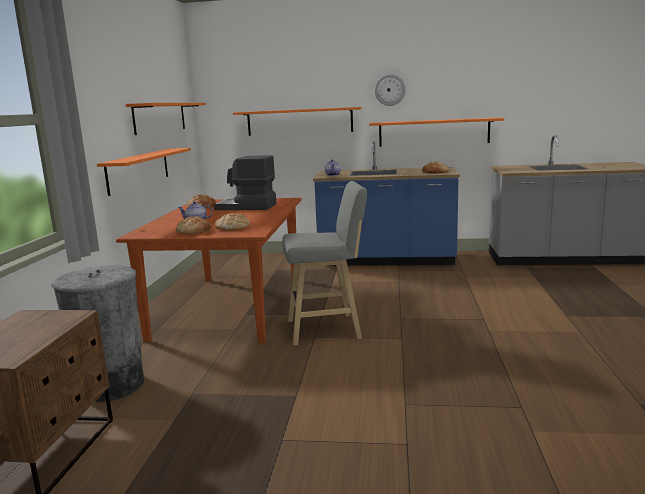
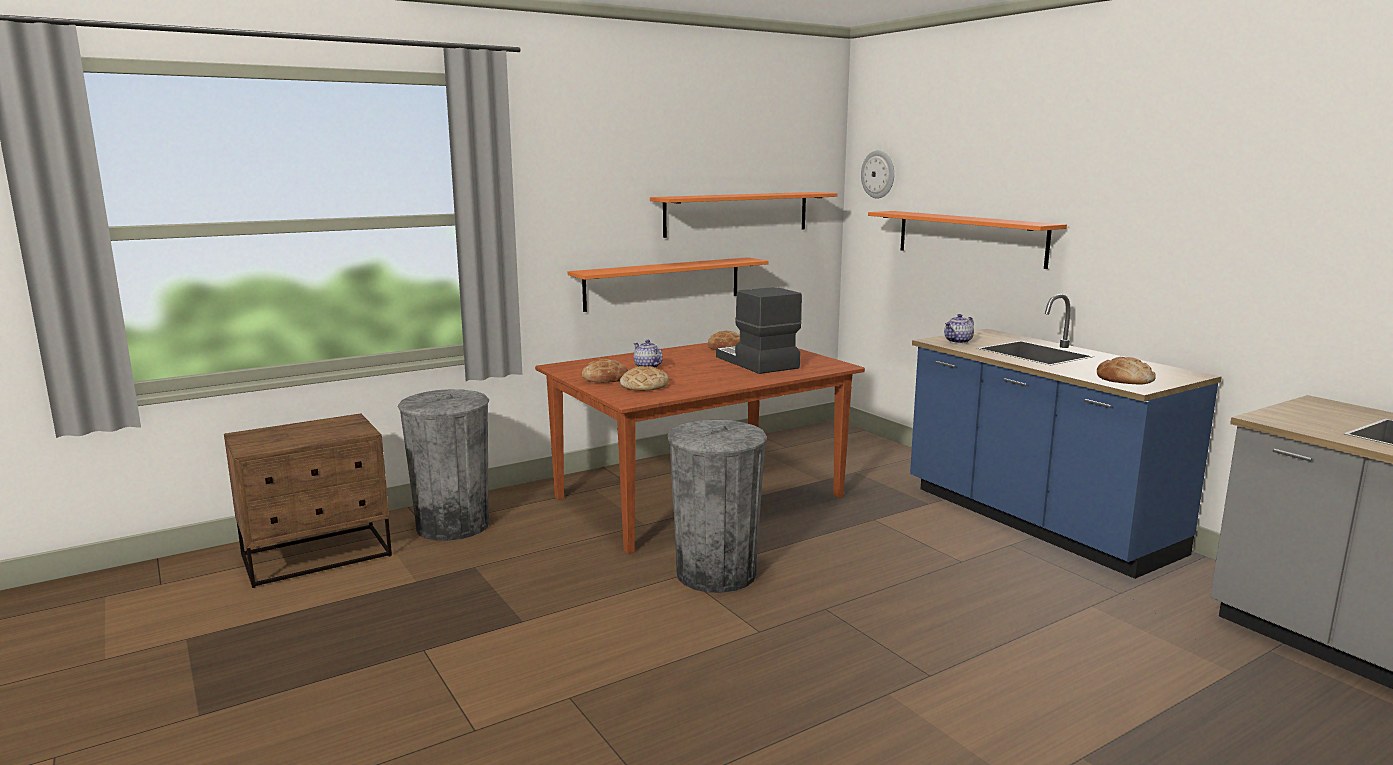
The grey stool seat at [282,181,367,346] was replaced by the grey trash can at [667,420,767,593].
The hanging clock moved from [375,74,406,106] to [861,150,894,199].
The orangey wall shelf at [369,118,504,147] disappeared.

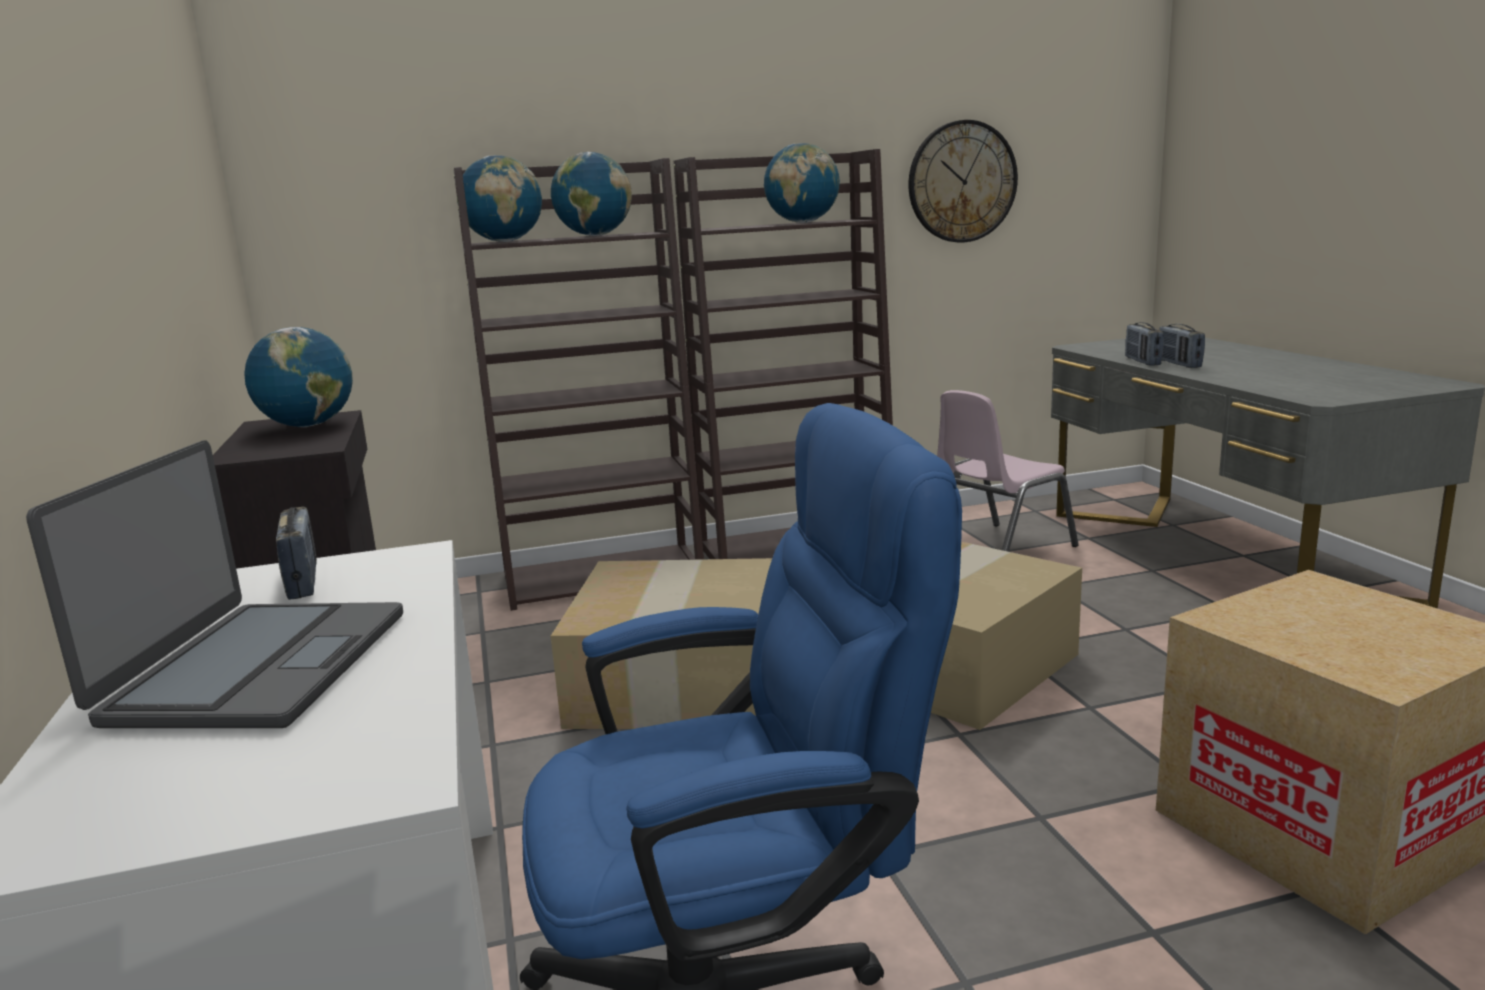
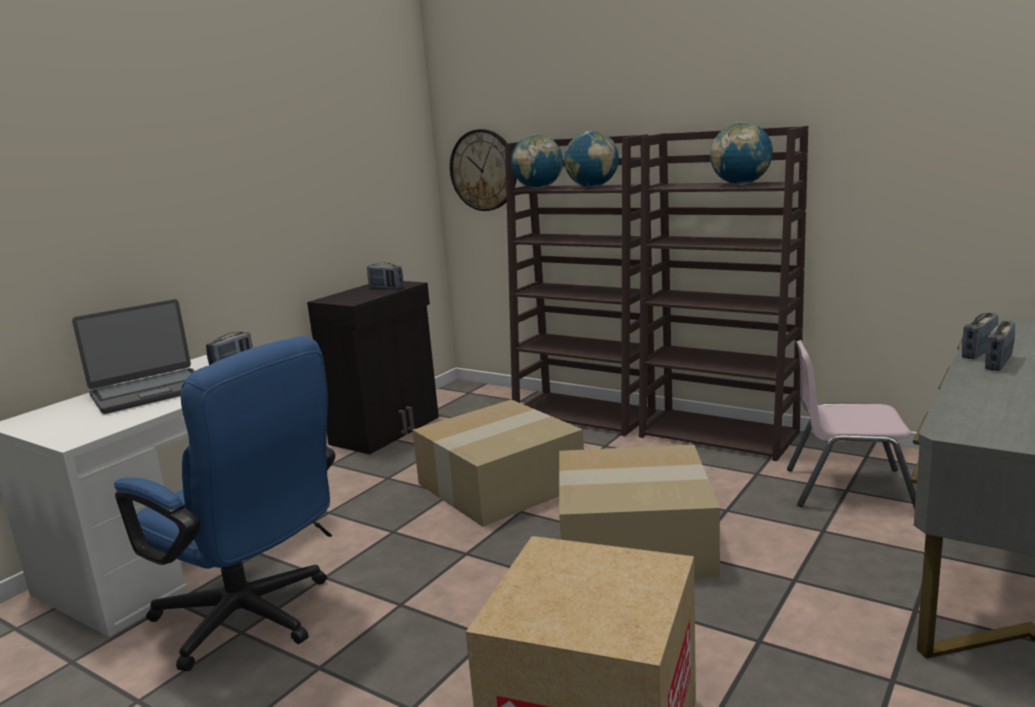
The globe at [244,327,353,427] was replaced by the radio at [367,262,403,289].
The hanging clock moved from [909,120,1018,242] to [450,129,517,211].

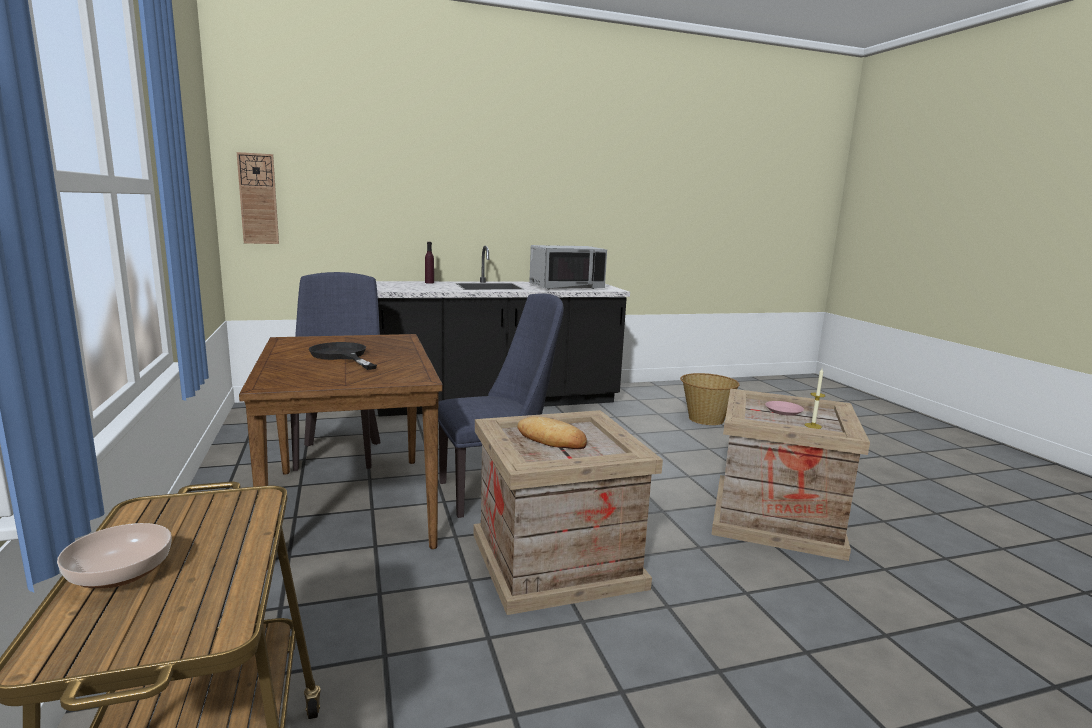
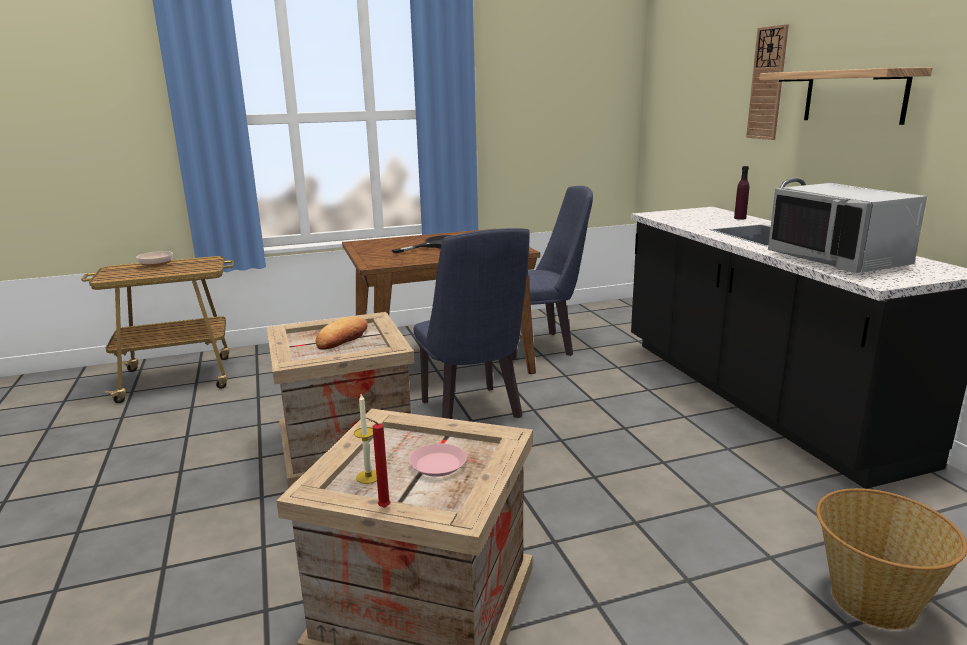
The red wax candle at [366,418,391,508] appeared.
The hanging clock moved from [237,152,279,244] to [746,24,789,140].
The wall shelf at [759,67,932,125] appeared.

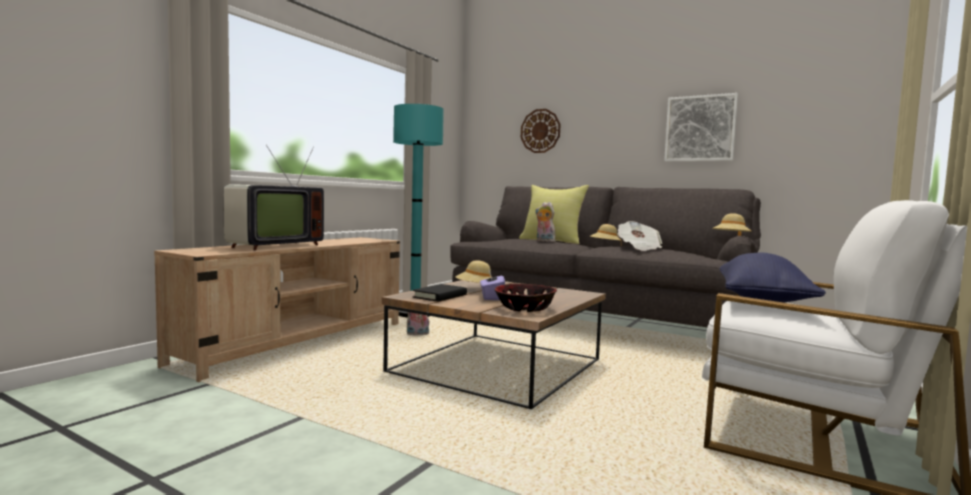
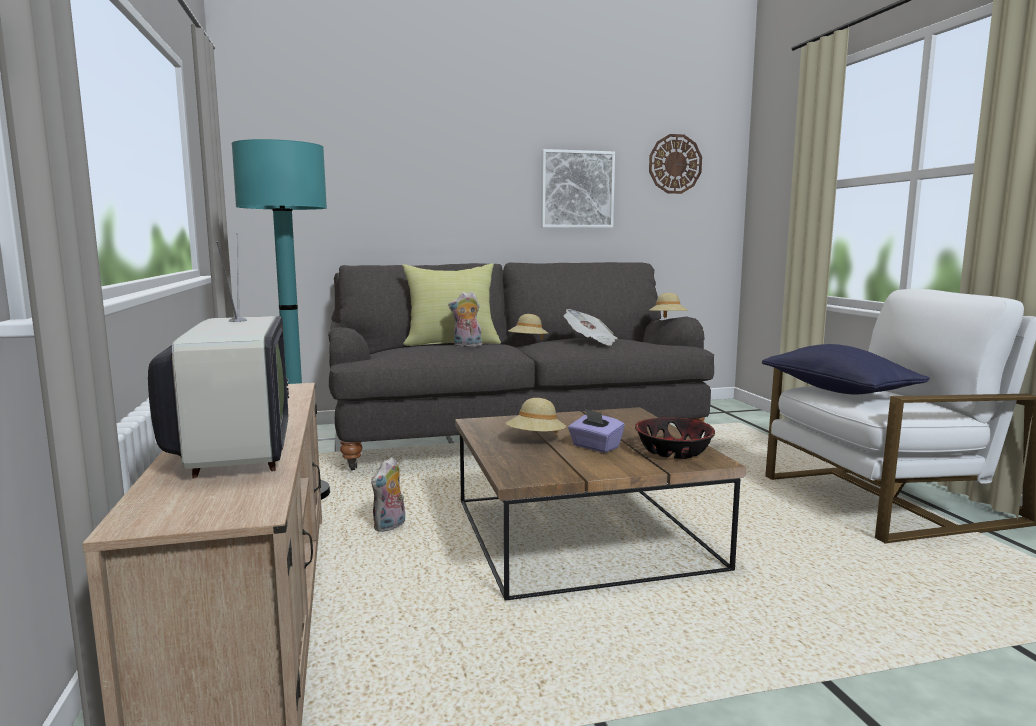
The hanging clock moved from [521,109,561,153] to [649,134,702,194].
The black bound book at [413,284,467,301] disappeared.

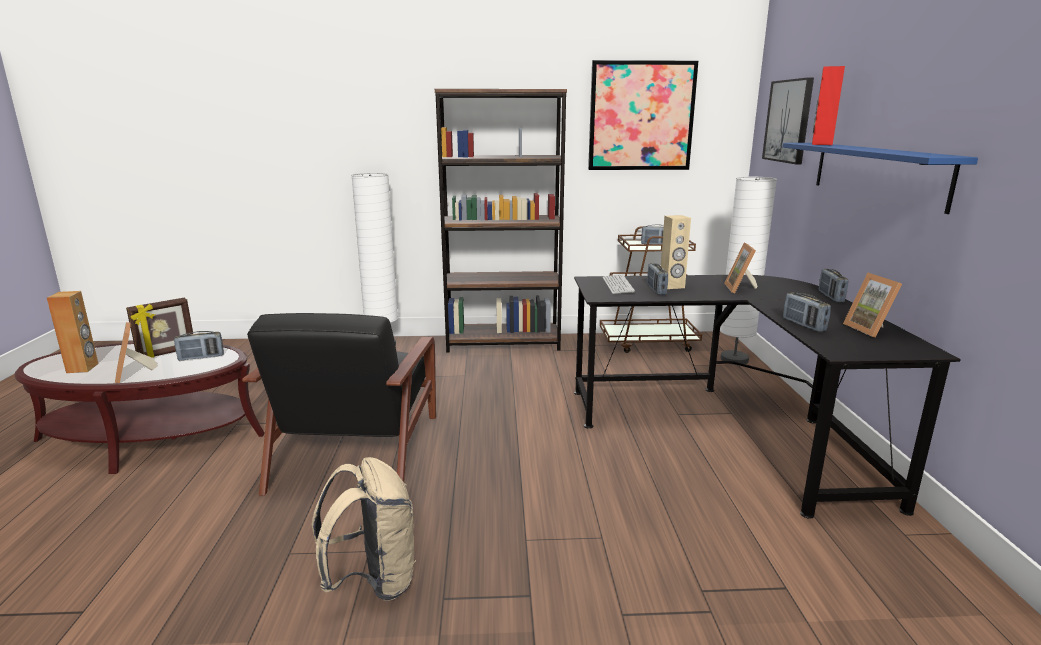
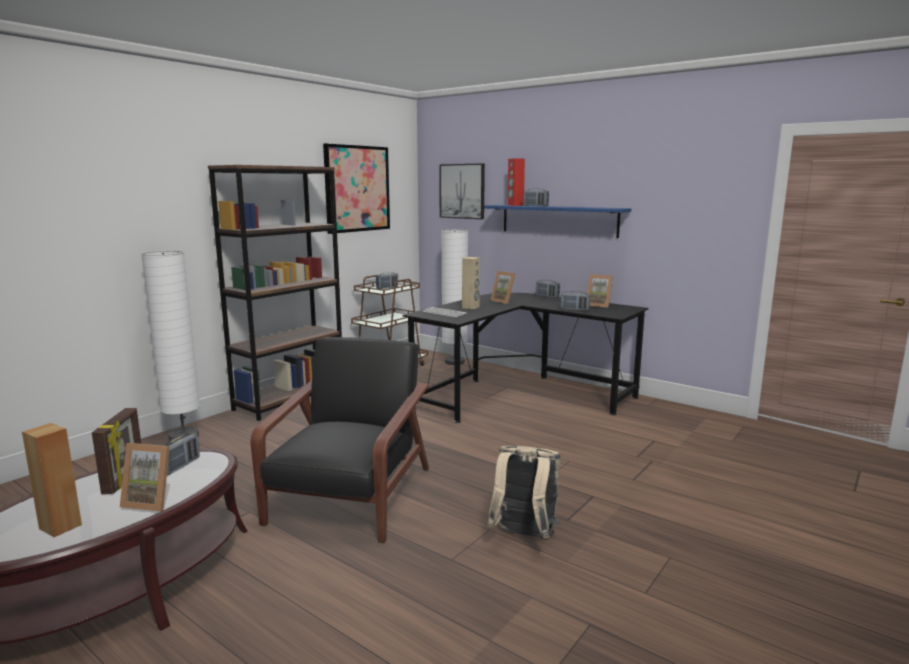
The black lounge chair at [242,313,436,496] turned 120 degrees counterclockwise.
The radio moved from [647,263,668,295] to [523,188,549,206].

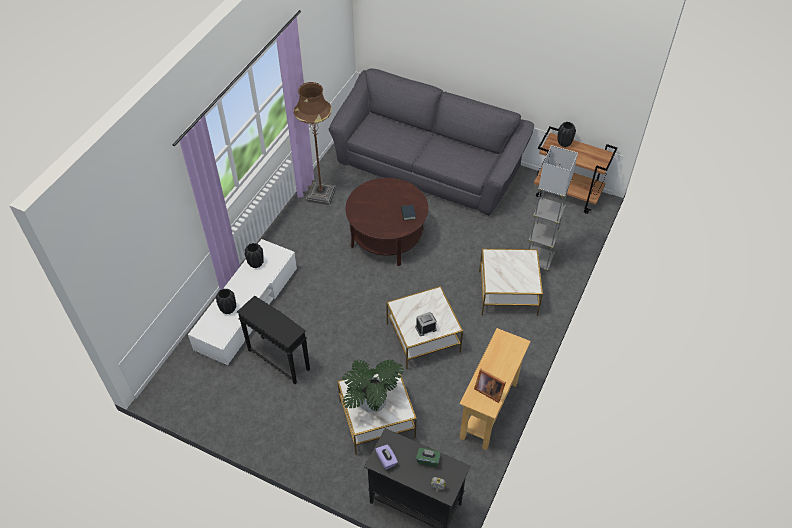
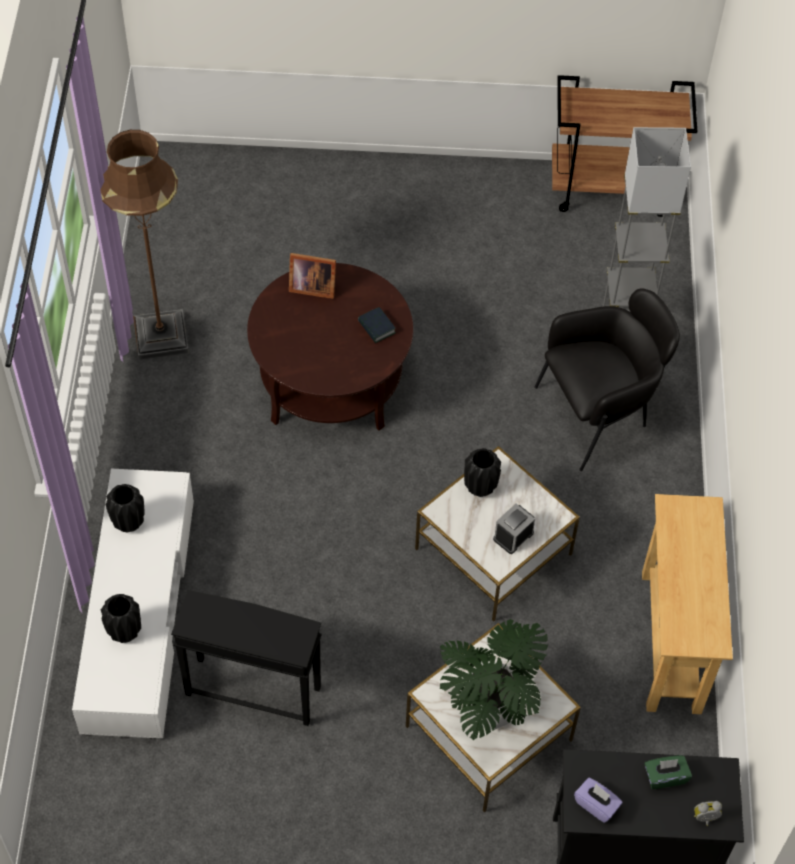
The picture frame moved from [474,369,506,403] to [289,253,336,299].
The black decorative vase moved from [557,122,576,147] to [464,448,501,497].
The side table at [479,249,543,316] was replaced by the black lounge chair at [534,288,680,471].
The grey couch at [329,68,534,216] disappeared.

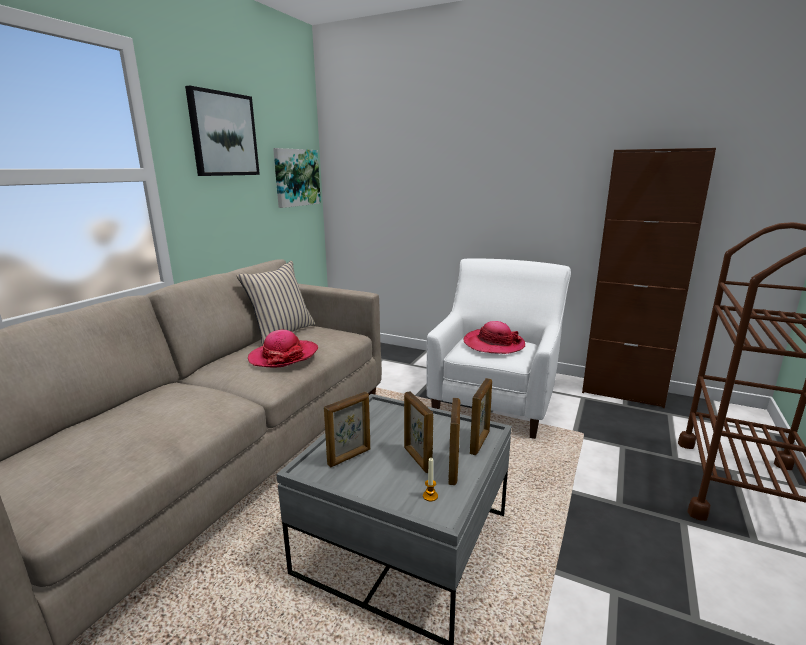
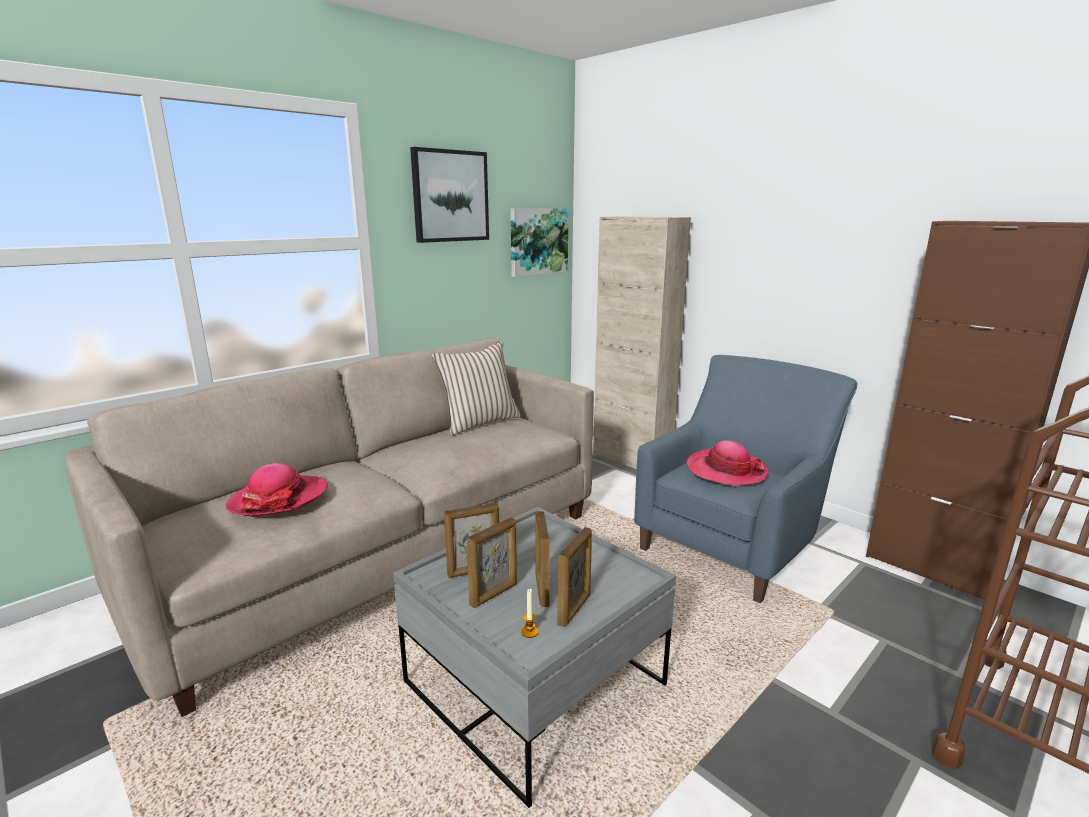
The clothing hat moved from [248,330,318,367] to [226,463,328,517].
The picture frame moved from [470,378,492,455] to [467,517,517,608].
The beige storage cabinet at [593,216,691,469] appeared.
The whitish lounge chair at [427,258,571,439] became the blue lounge chair at [634,355,857,603].

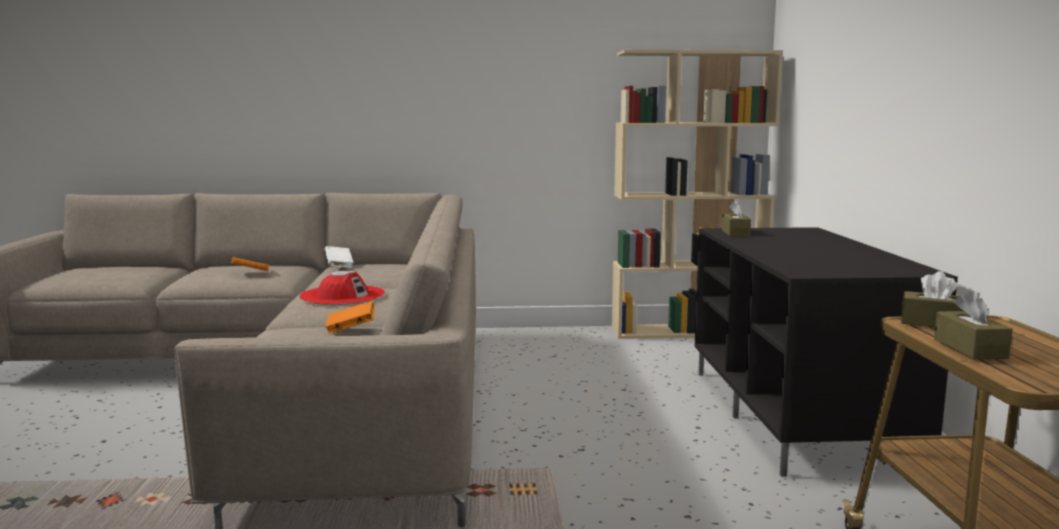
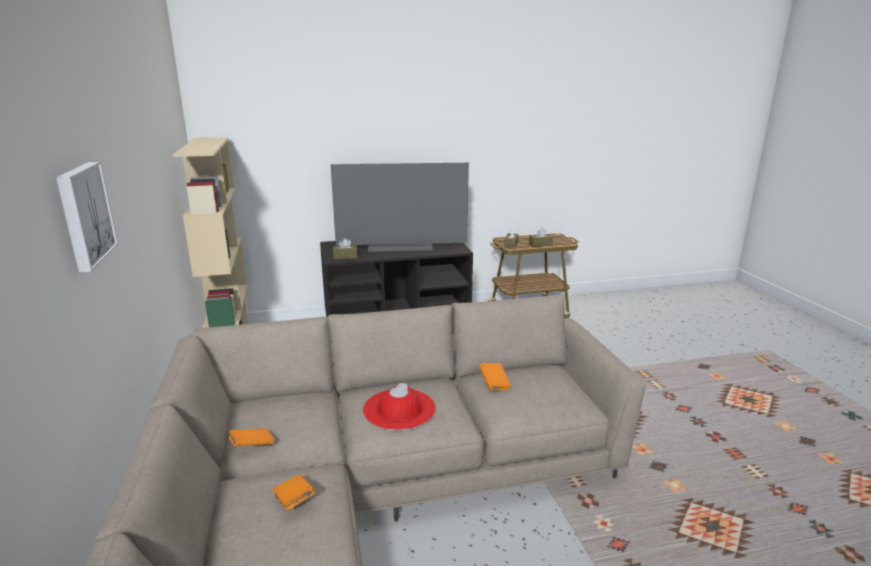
The picture at [56,161,118,273] appeared.
The whitish bound book at [325,246,354,268] became the orangey bound book at [228,428,274,446].
The TV at [331,163,469,252] appeared.

